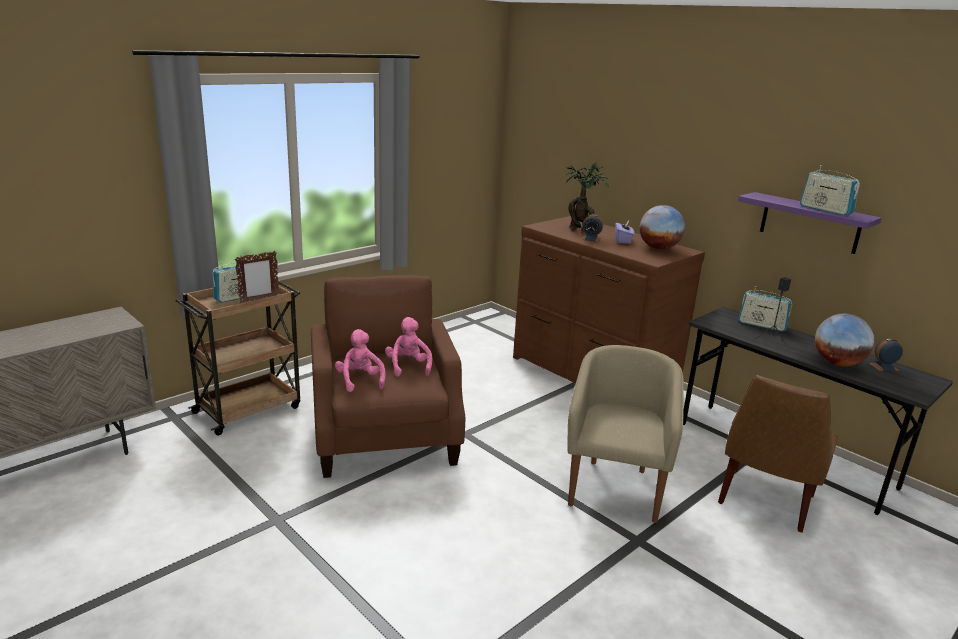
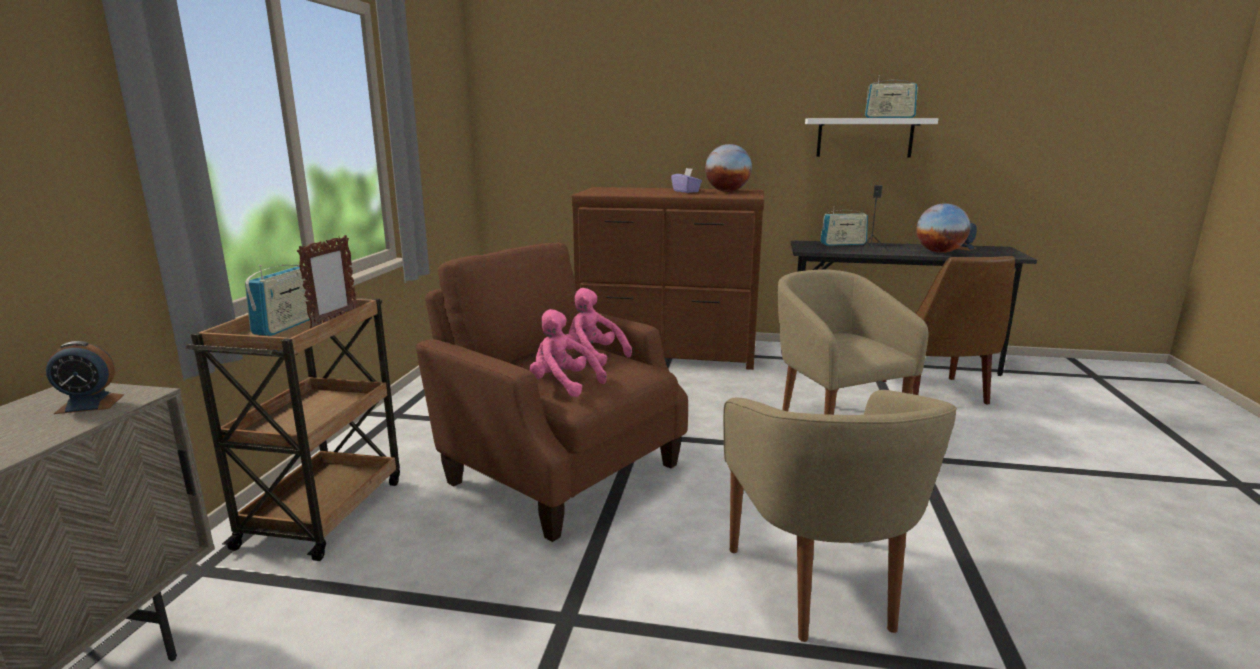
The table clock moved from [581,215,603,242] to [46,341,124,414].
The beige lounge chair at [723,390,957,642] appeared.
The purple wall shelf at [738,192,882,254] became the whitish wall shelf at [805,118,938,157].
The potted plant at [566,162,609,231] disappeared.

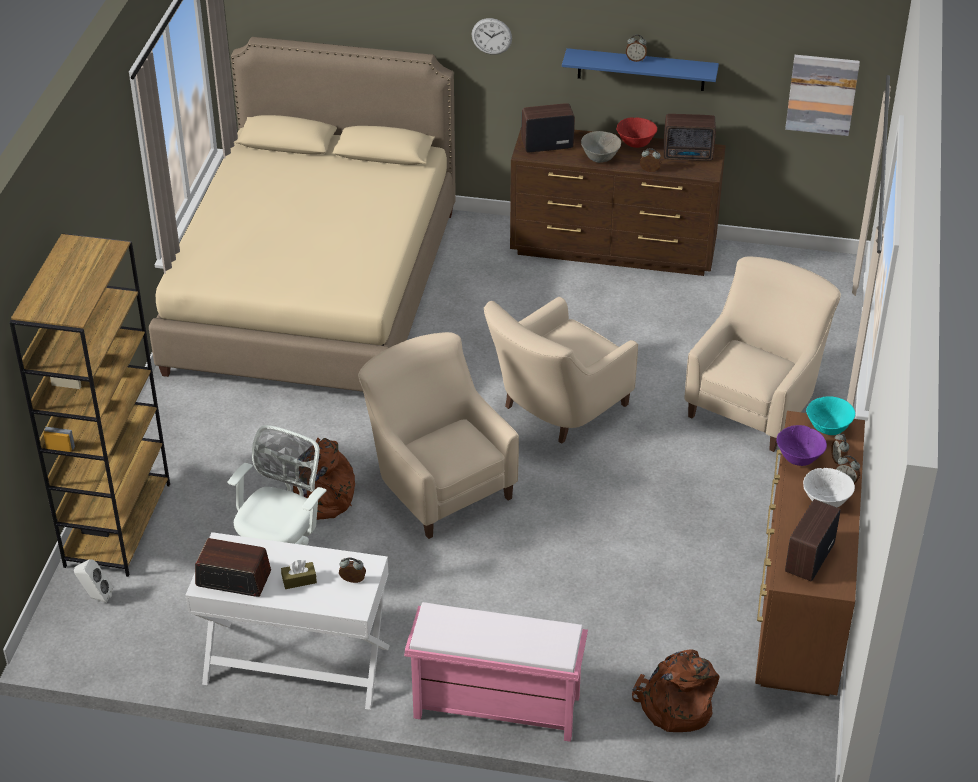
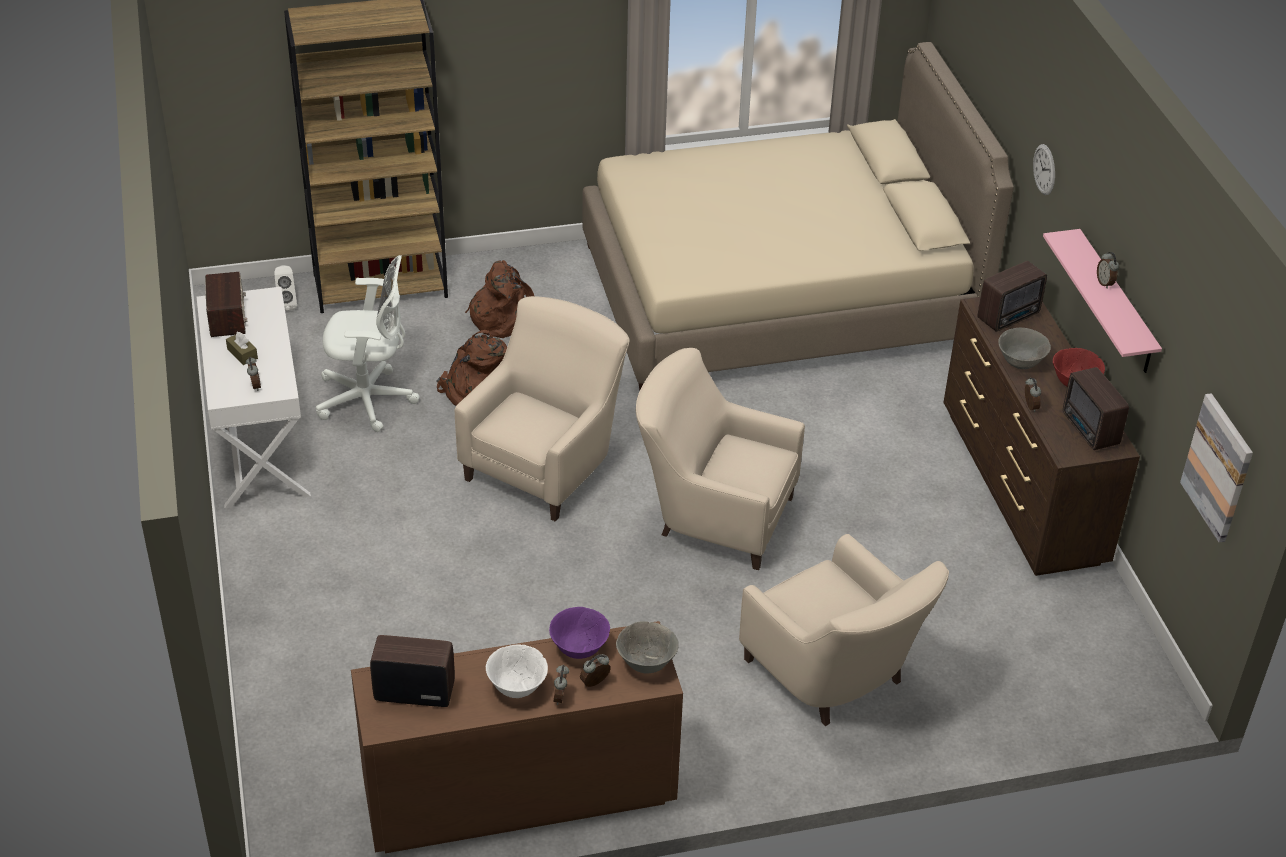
The brown rucksack moved from [632,649,719,732] to [465,260,534,338].
The turquoise-coloured serving bowl at [806,396,855,435] became the grey serving bowl at [616,621,679,673].
The beige lounge chair at [684,256,841,452] turned 45 degrees clockwise.
The radio at [521,103,575,152] turned 90 degrees clockwise.
The blue wall shelf at [562,48,719,91] became the pink wall shelf at [1043,229,1162,373].
The pink long seat at [404,602,588,742] disappeared.

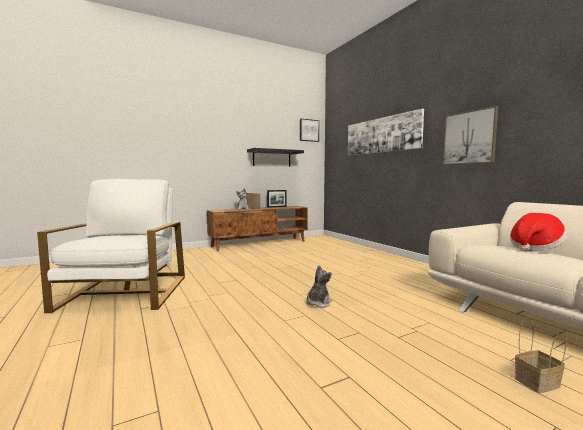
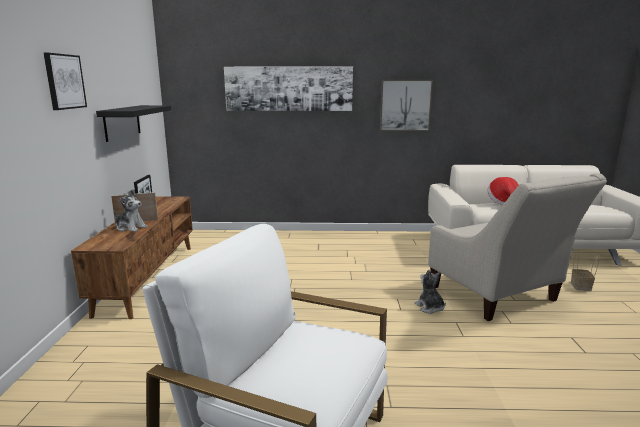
The picture moved from [300,119,319,142] to [44,53,87,110].
The beige lounge chair at [428,173,607,321] appeared.

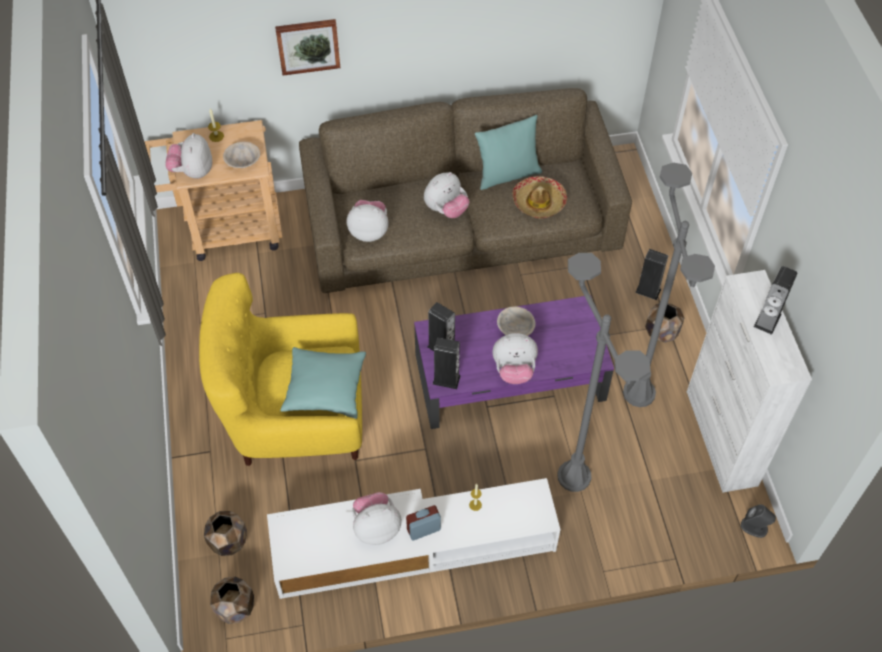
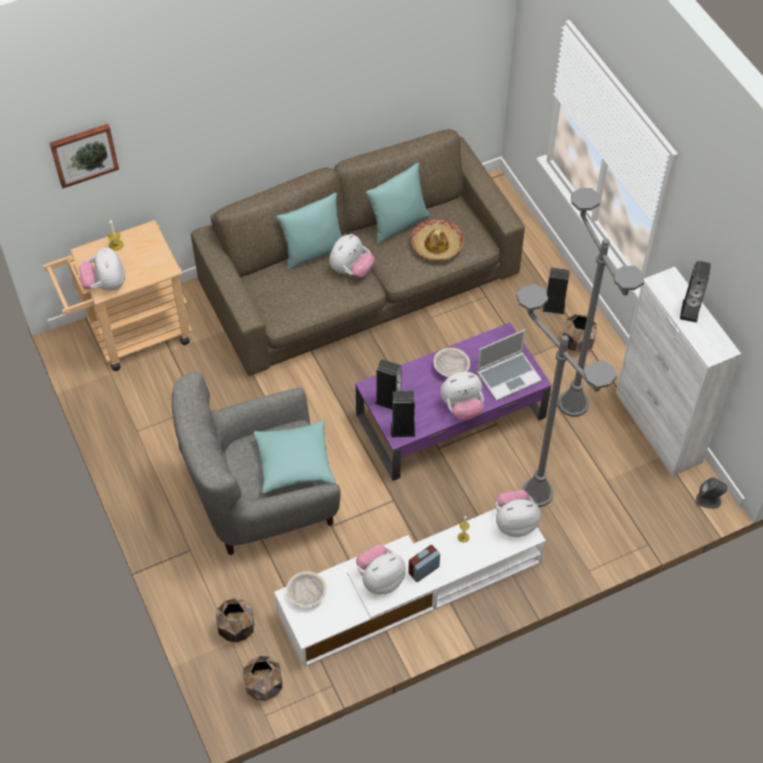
The picture moved from [275,19,340,76] to [50,124,119,188].
The yellow lounge chair at [199,273,362,466] became the grey lounge chair at [172,372,340,555].
The turquoise-coloured pillow at [276,193,342,270] appeared.
The beige serving bowl moved from [223,142,260,168] to [286,571,326,607].
The laptop at [477,329,542,401] appeared.
The plush toy moved from [347,200,389,242] to [496,490,541,537].

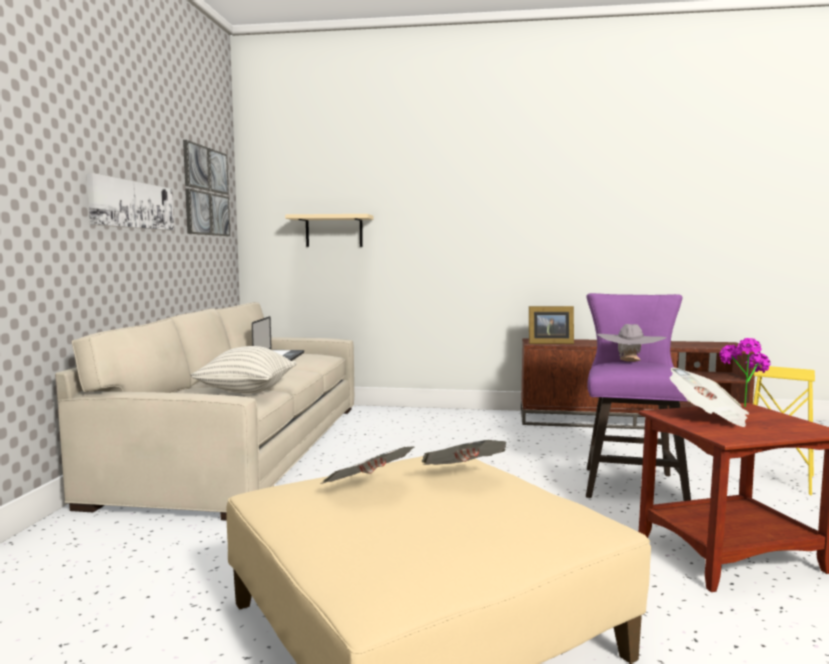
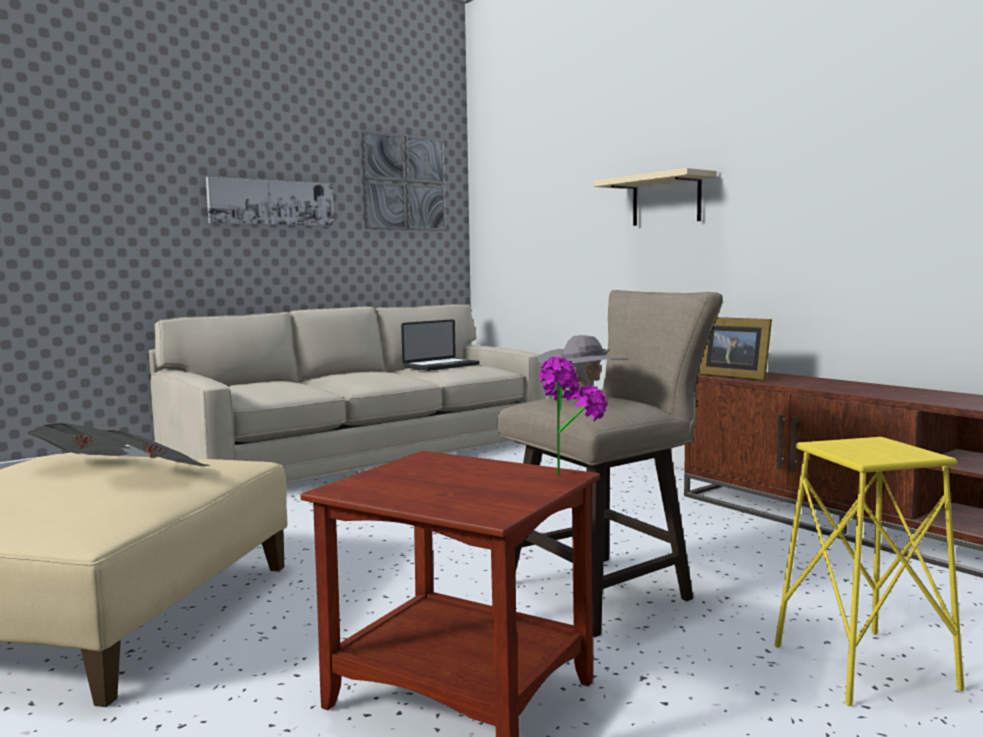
The purple stool seat at [586,293,691,501] became the beige stool seat at [497,290,723,637].
The beige wall shelf moved from [285,214,374,247] to [593,168,717,226].
The pillow at [190,346,296,394] disappeared.
The printed paper at [670,367,749,427] disappeared.

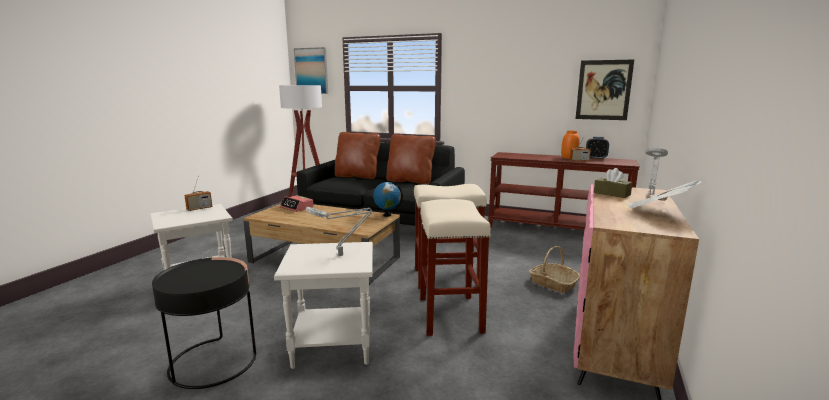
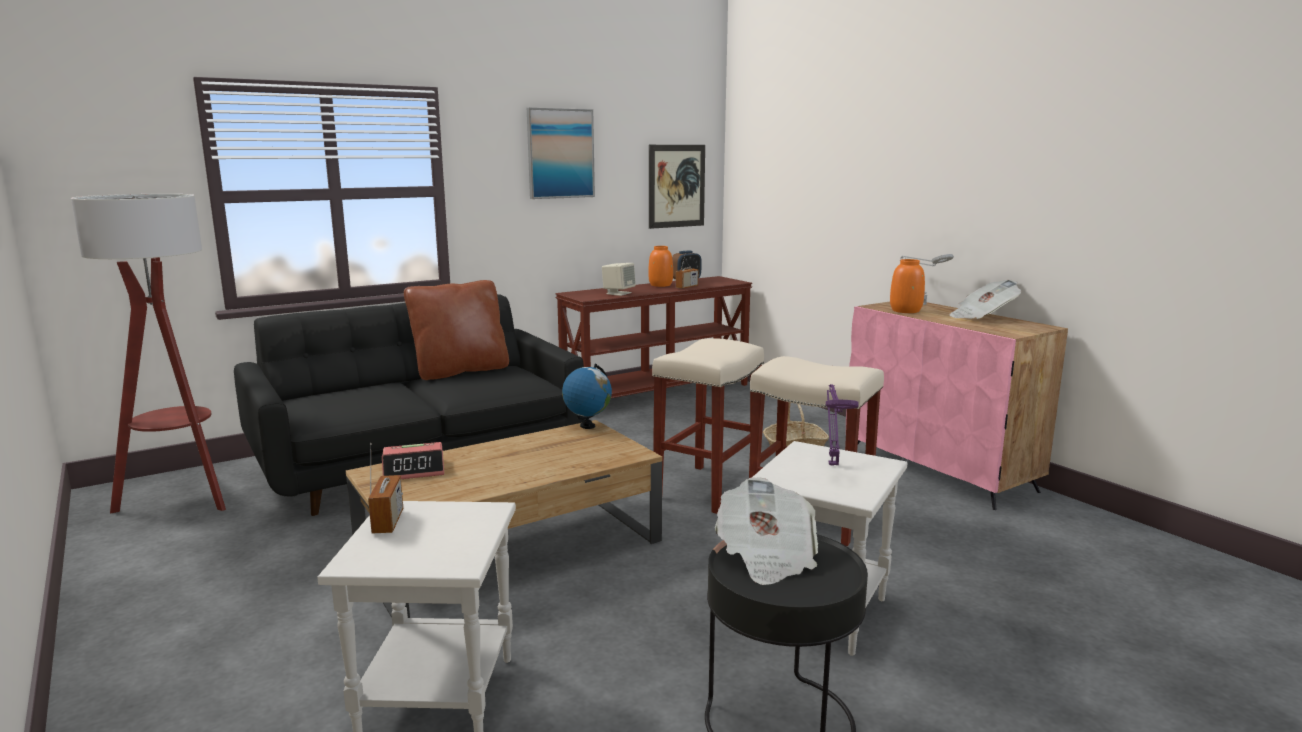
The picture moved from [294,47,328,94] to [527,108,595,199].
The beige loudspeaker at [602,263,636,296] appeared.
The printed paper at [714,477,818,585] appeared.
The grey lamp for a table at [305,207,372,256] became the purple lamp for a table at [826,384,859,466].
The brown box of tissues at [594,168,632,198] was replaced by the orangey decorative vase at [890,259,925,313].
The brown pillow at [335,132,380,179] disappeared.

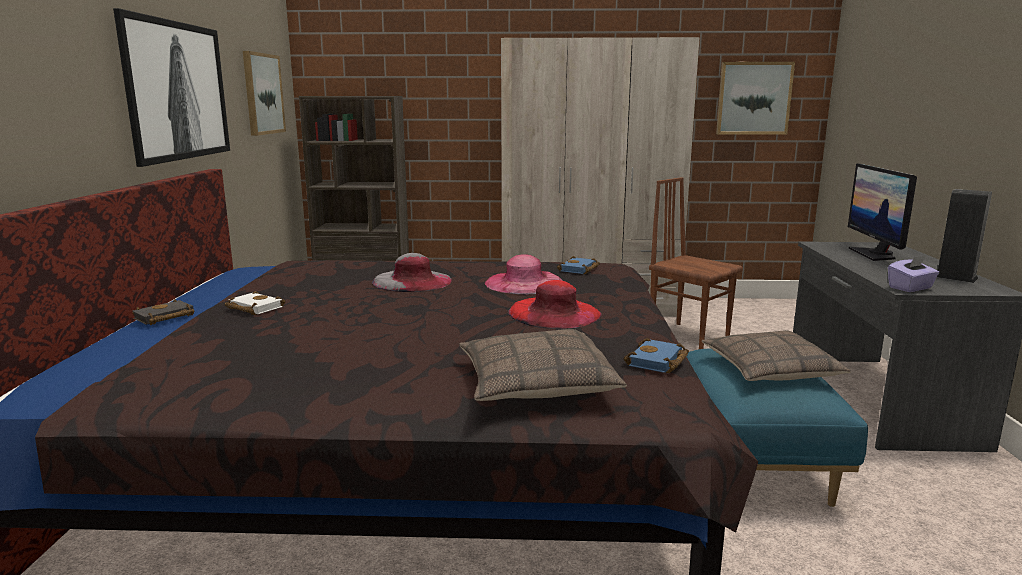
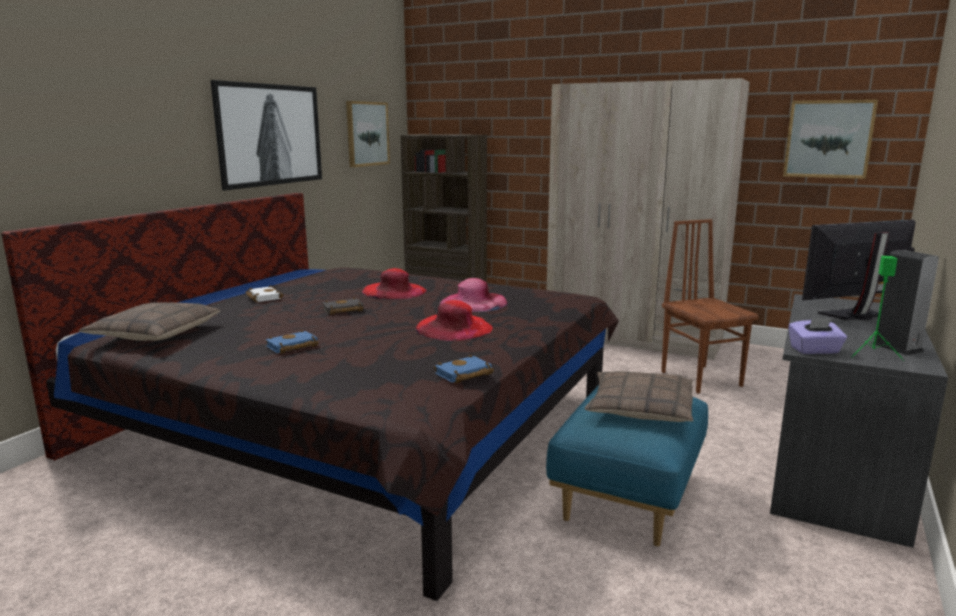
The pillow moved from [459,329,627,401] to [79,302,220,341].
The blue bound book moved from [557,256,600,274] to [266,330,318,354].
The black bound book moved from [132,299,194,325] to [323,297,364,315].
The grey clothing hat at [372,253,452,292] became the red clothing hat at [362,268,427,300].
The monitor at [848,163,917,261] turned 45 degrees clockwise.
The green-coloured loudspeaker at [851,256,904,361] appeared.

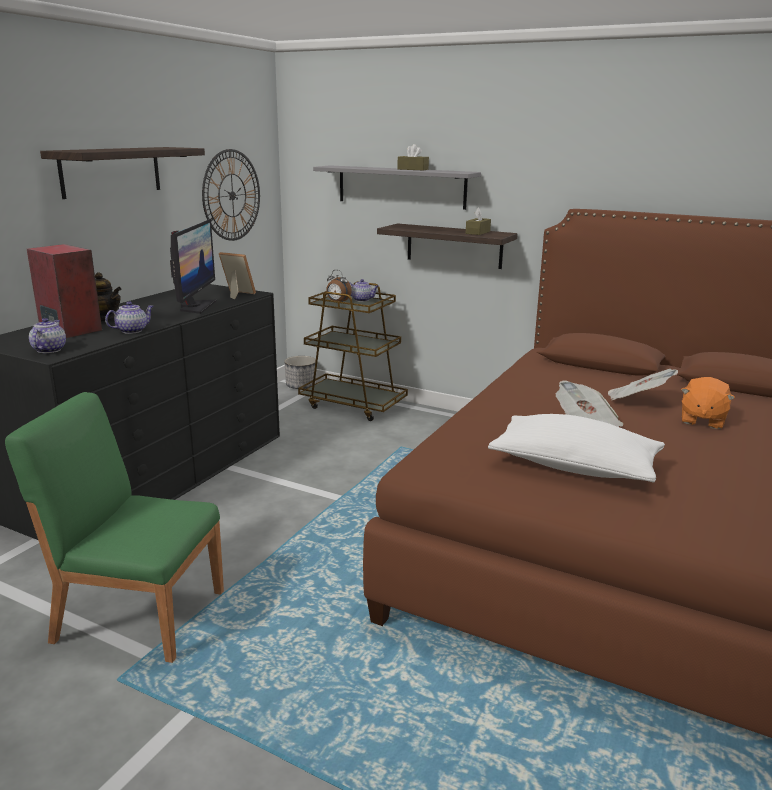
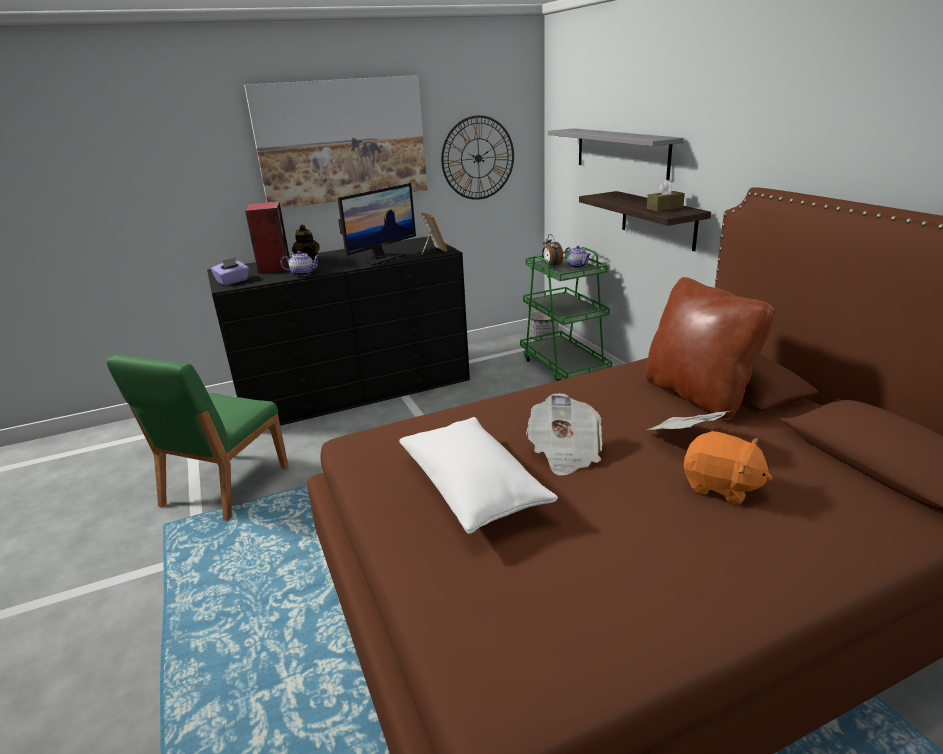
The green-coloured chair at [5,392,224,663] turned 120 degrees counterclockwise.
The teapot at [29,318,66,353] was replaced by the purple box of tissues at [211,257,249,286].
The wall shelf at [40,147,205,199] was replaced by the picture at [244,75,427,208].
The brown trolley at [298,281,408,421] became the green-coloured trolley at [520,247,612,381].
The brown pillow at [646,277,774,421] appeared.
The orangey plush toy at [681,377,735,429] turned 120 degrees counterclockwise.
The brown box of tissues at [397,144,429,170] disappeared.

